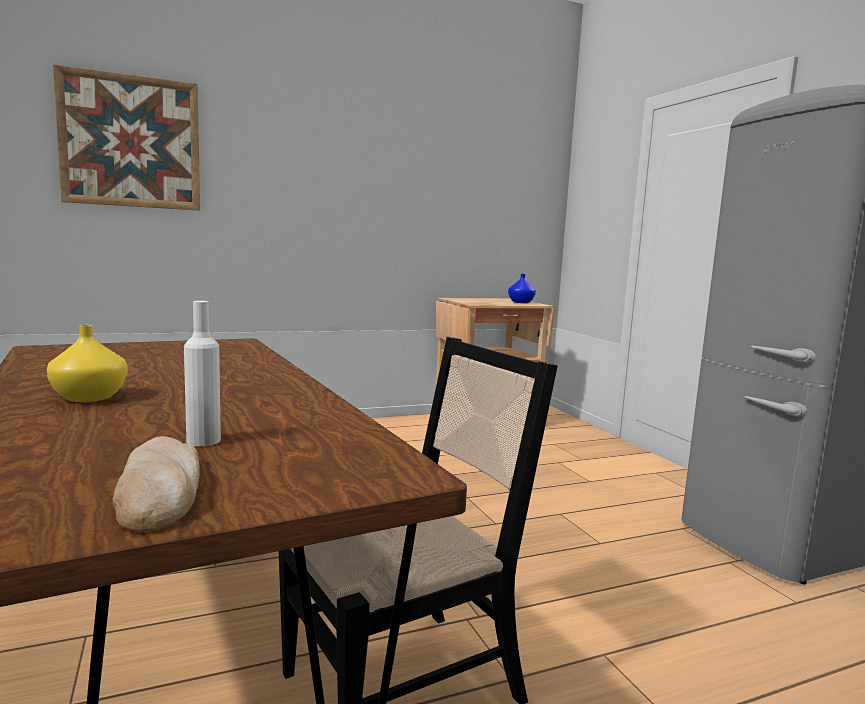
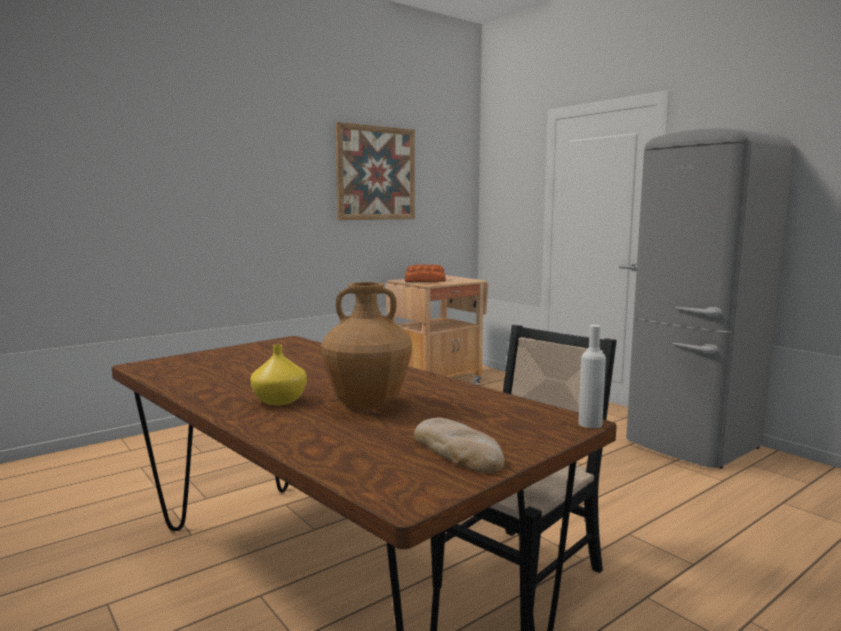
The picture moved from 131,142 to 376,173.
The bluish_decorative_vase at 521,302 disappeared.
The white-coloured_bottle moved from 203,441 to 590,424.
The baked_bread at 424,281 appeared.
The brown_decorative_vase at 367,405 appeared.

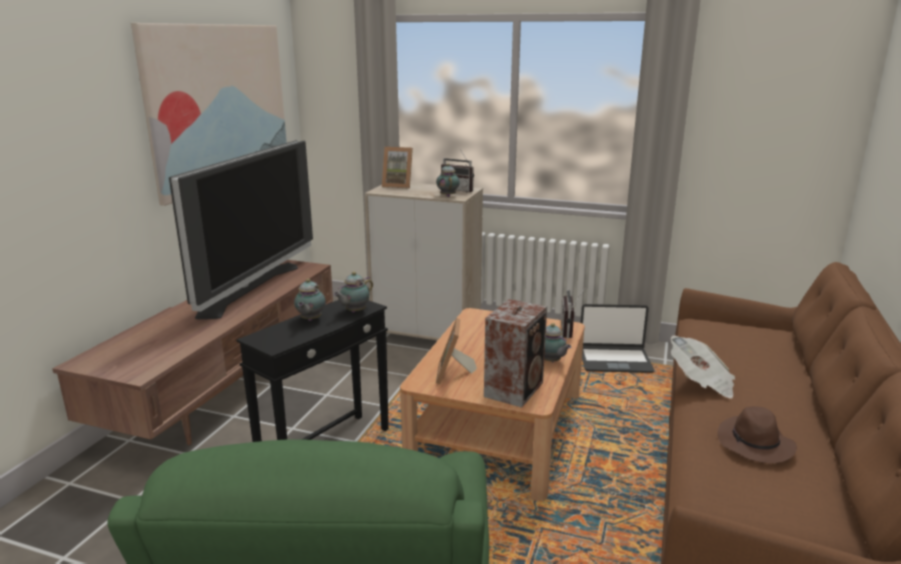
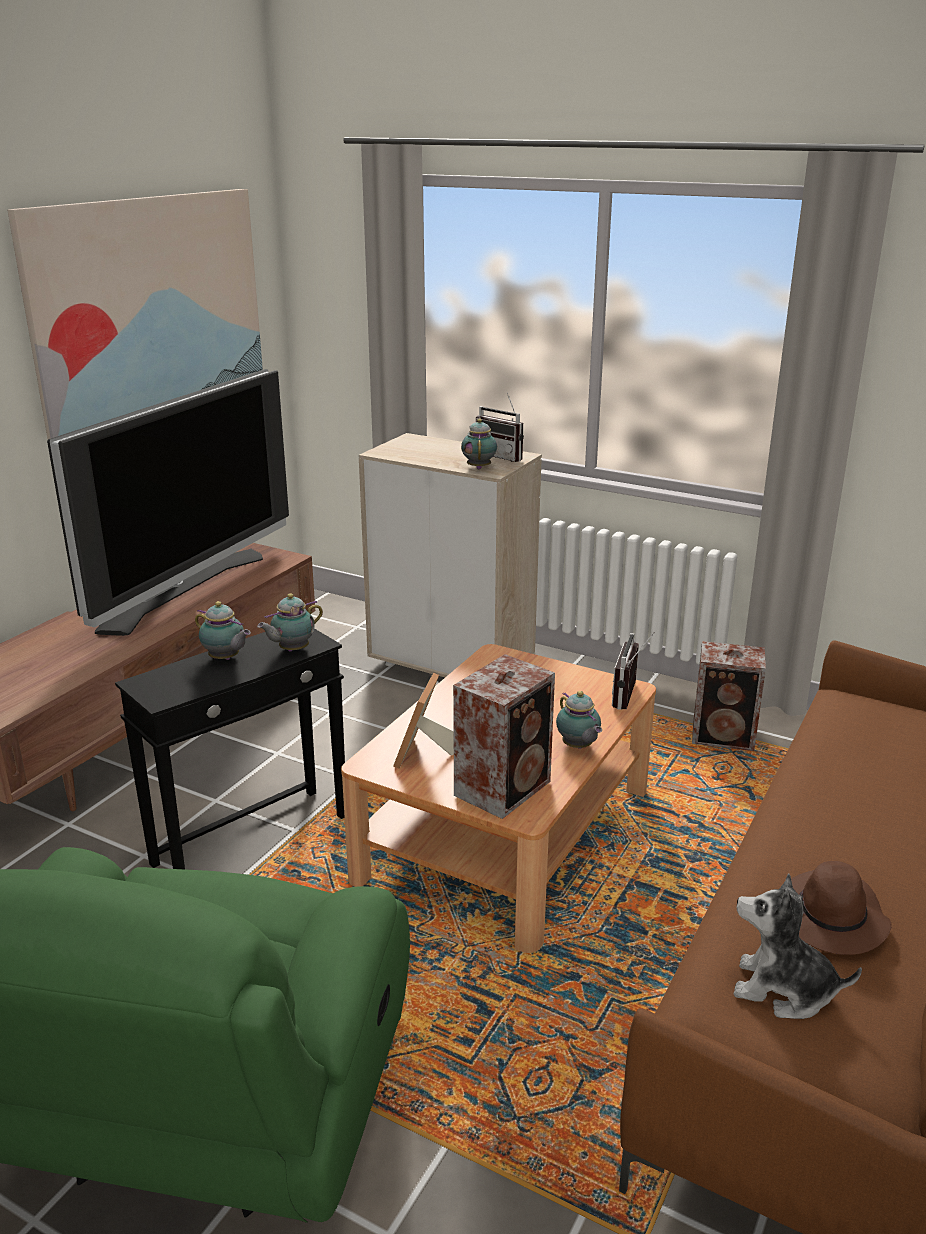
The photo_frame at 398,185 disappeared.
The tea_pot at 310,320 turned 75 degrees counterclockwise.
The notebook_computer at 614,360 was replaced by the audio_speaker at 725,738.
The printed_paper at 701,383 disappeared.
The soft_toy at 783,990 appeared.

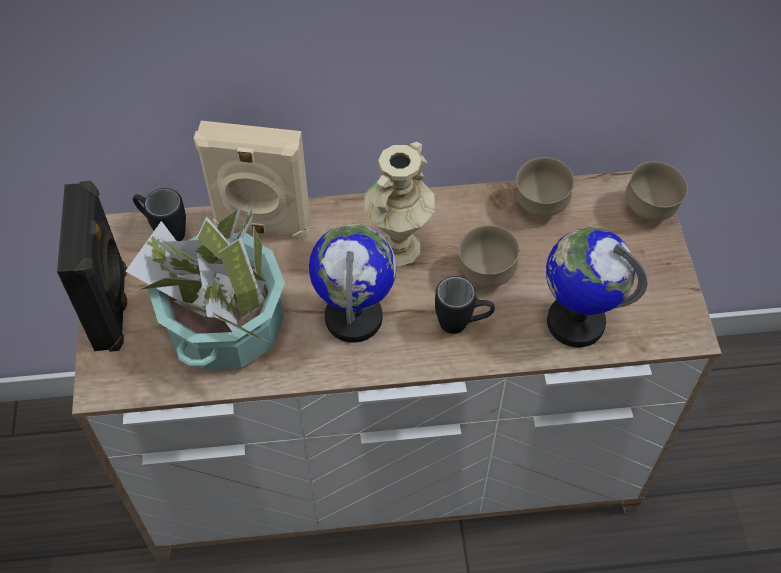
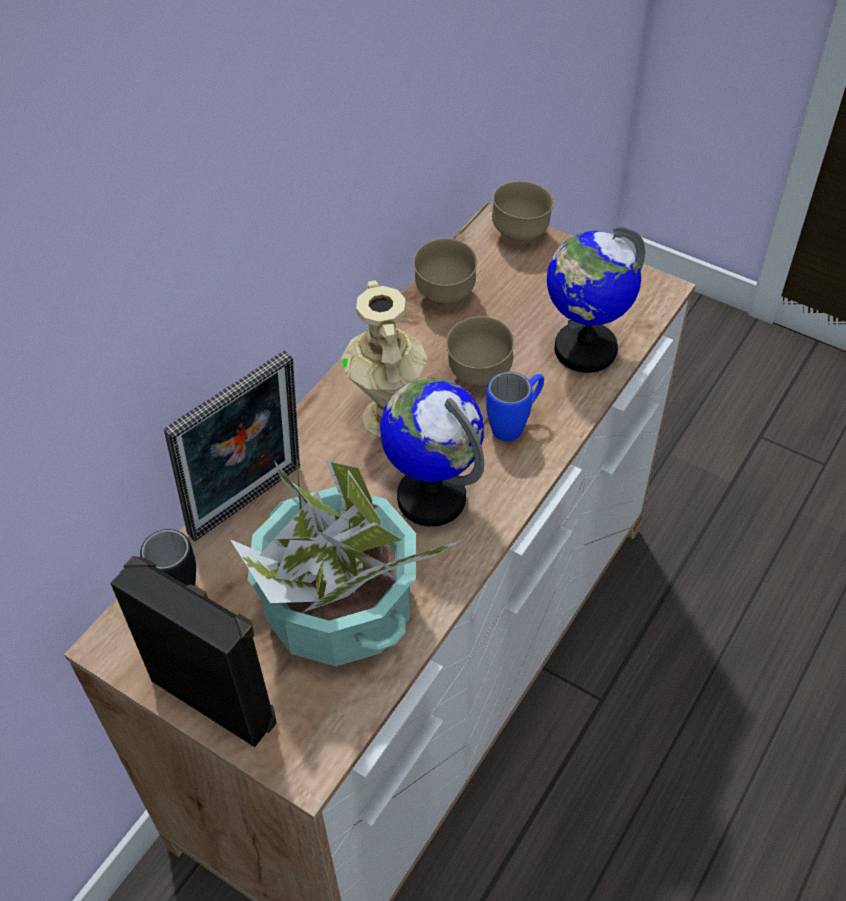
The beige-coloured_audio_speaker at 262,226 was replaced by the photo_frame at 250,505.
The blackish_coffee_mug at 462,324 became the bluish_coffee_mug at 515,424.

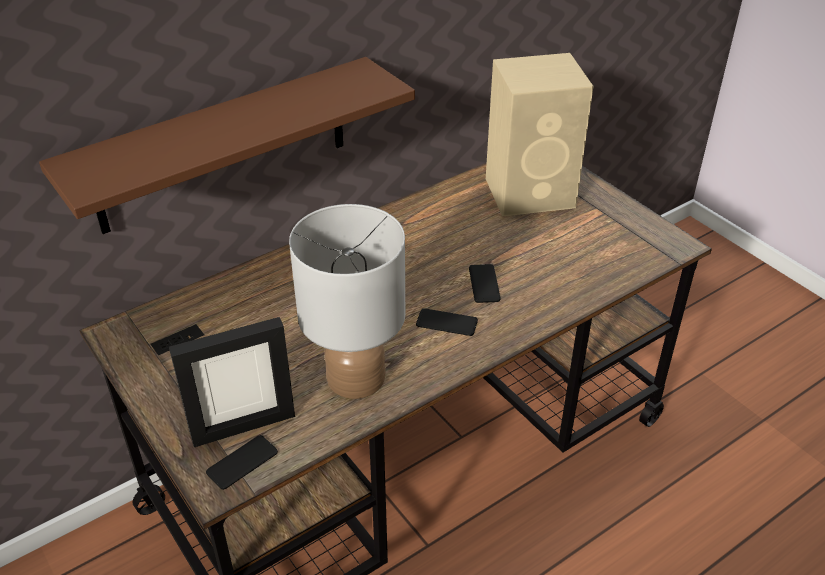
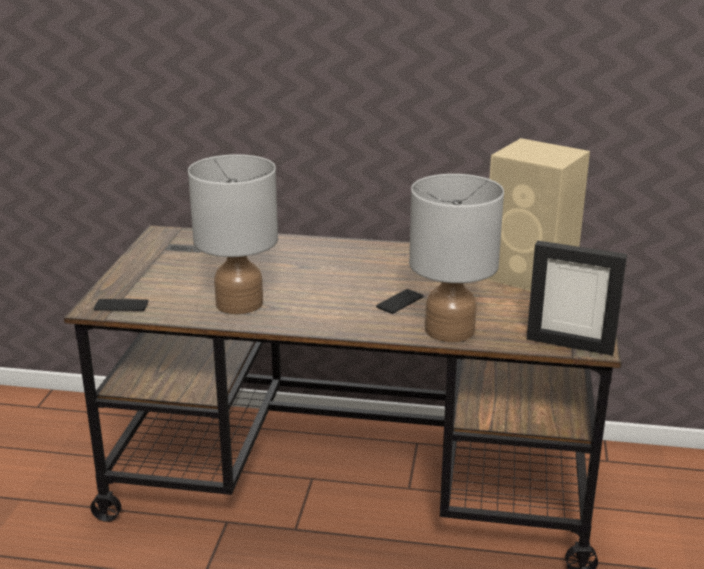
The brown_shelf at 223,146 disappeared.
The telephone at 446,323 disappeared.
The photo_frame moved from 243,425 to 570,344.
The grey_lamp_for_a_table at 449,330 appeared.

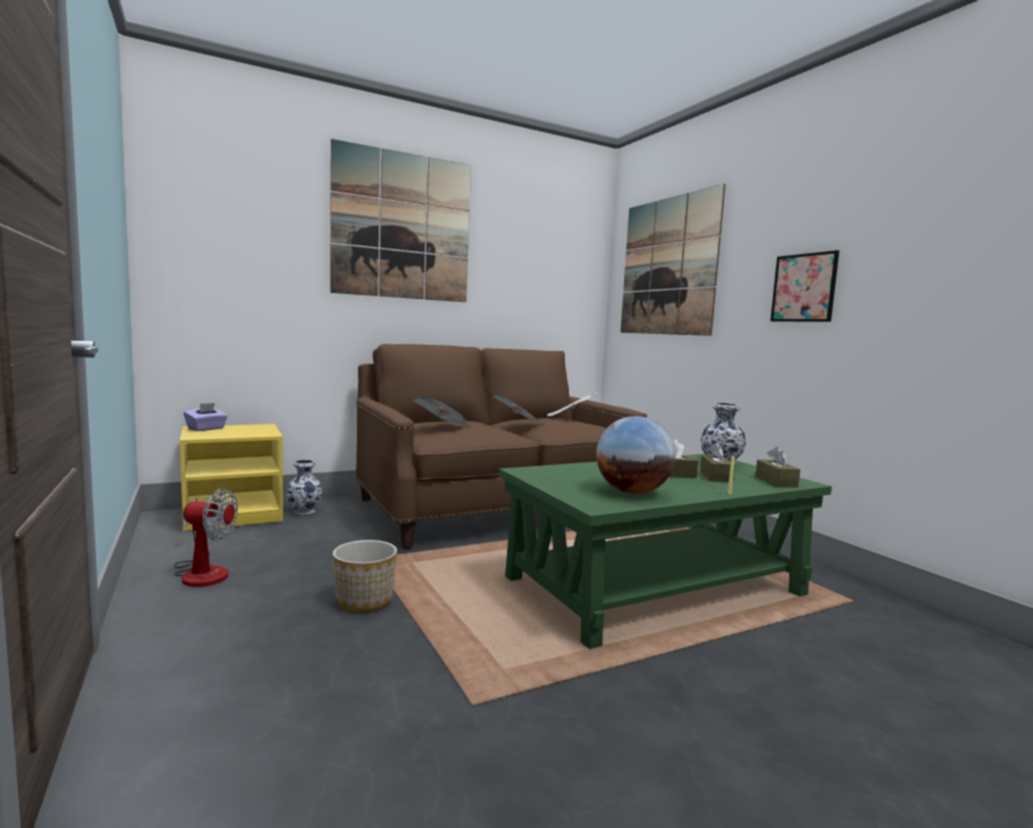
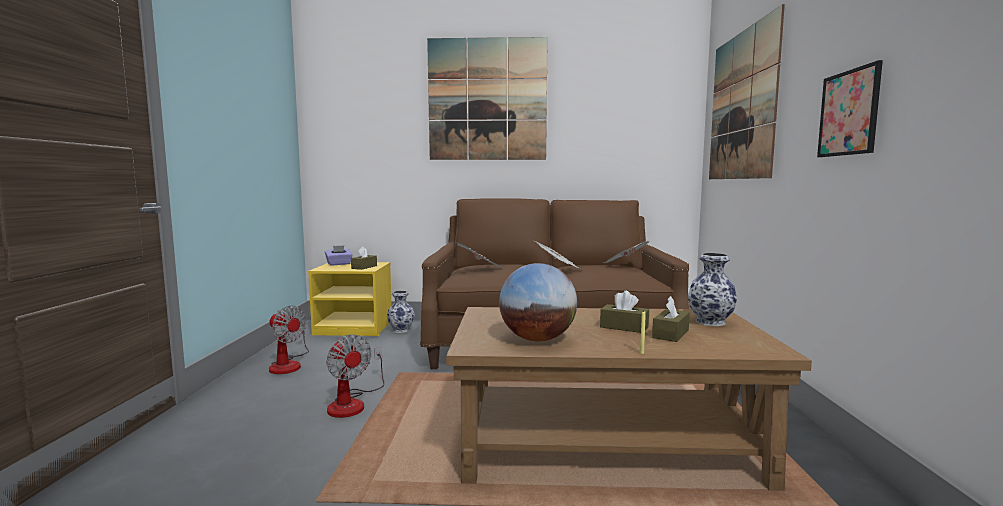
The brown_tissue_box moved from 776,482 to 364,267.
The greenish_coffee_table at 655,586 became the brown_coffee_table at 606,441.
The planter at 364,600 was replaced by the electric_fan at 352,403.

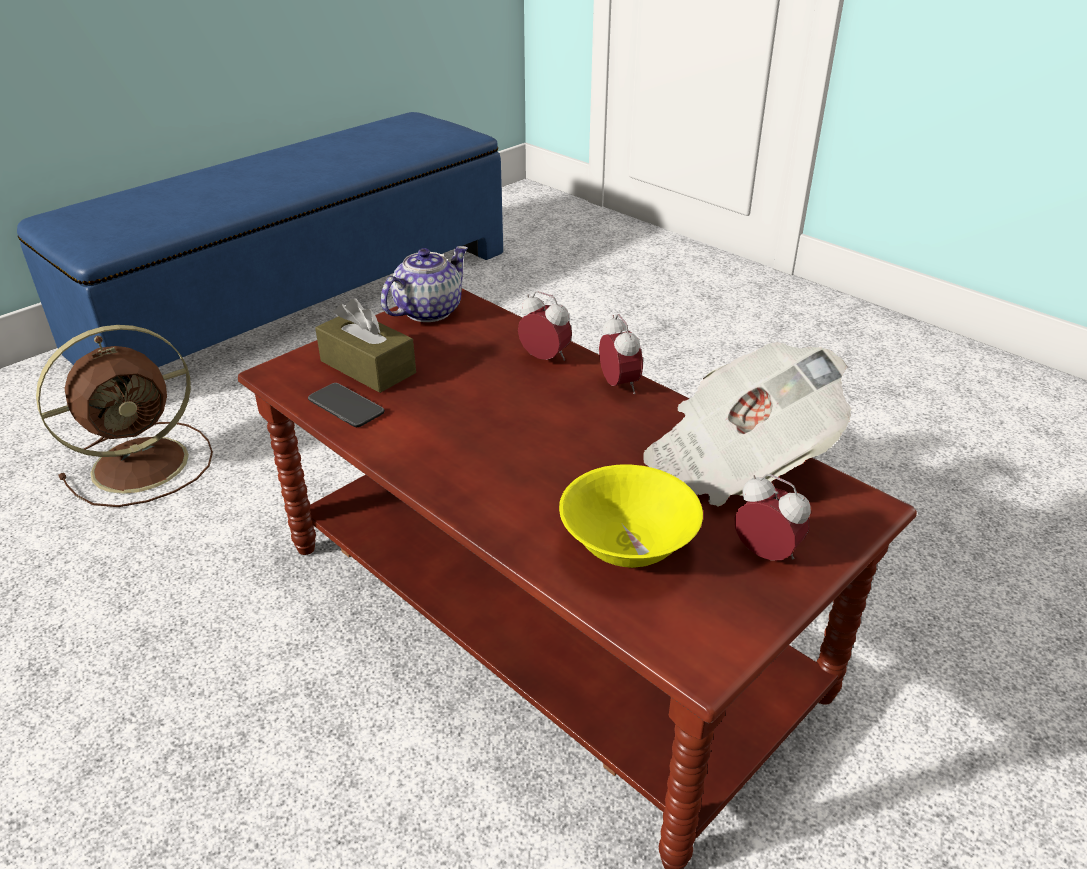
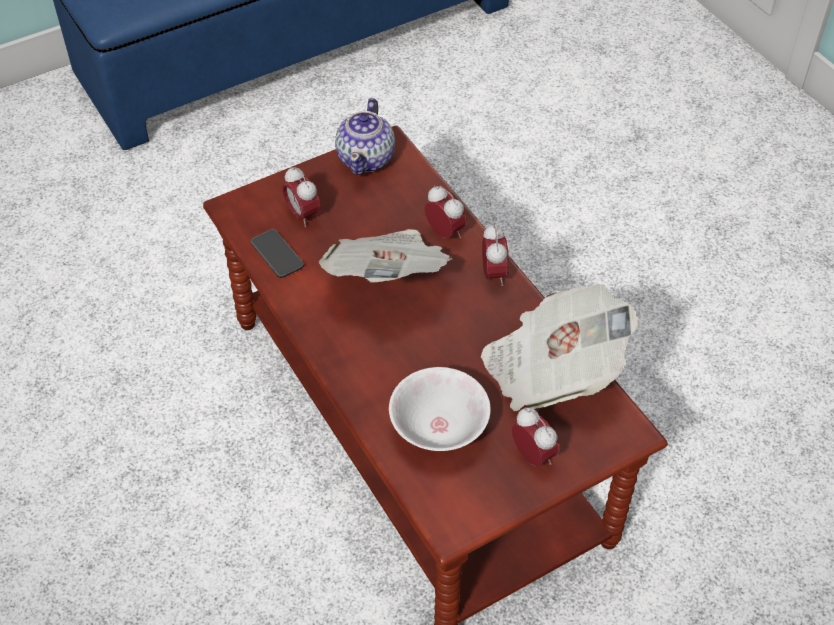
The tea_pot at 427,311 turned 135 degrees clockwise.
The brown_tissue_box at 368,367 was replaced by the alarm_clock at 303,215.
The brown_electric_fan at 145,463 disappeared.
The yellow_serving_bowl at 627,547 became the white-coloured_serving_bowl at 438,429.
The printed_paper at 387,278 appeared.

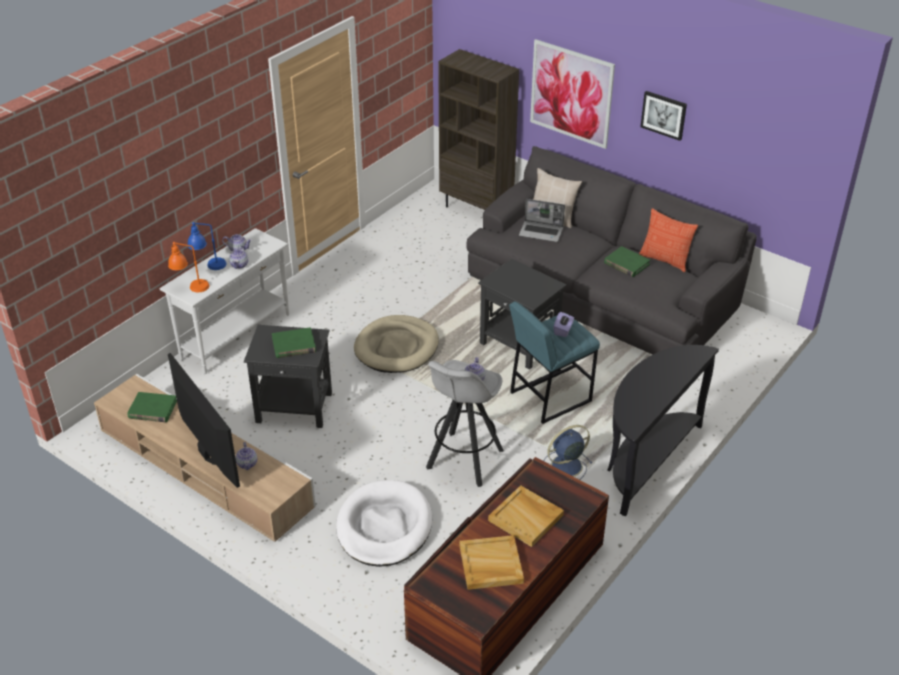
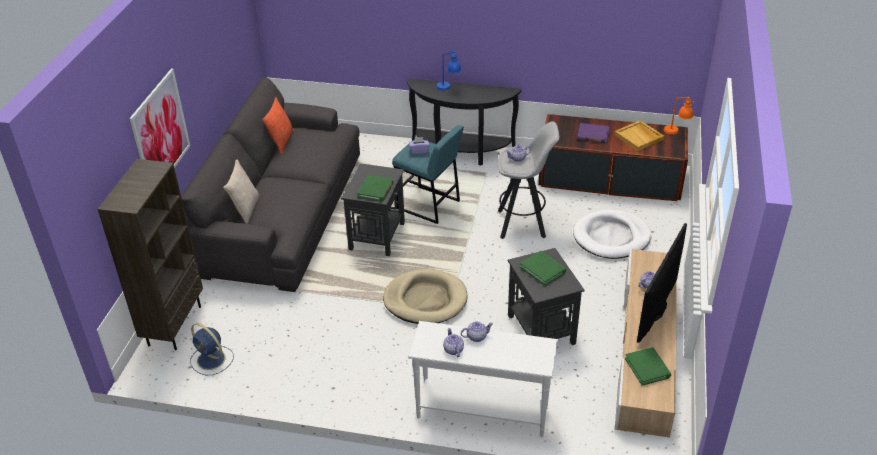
The picture at 664,115 disappeared.
The notebook_computer at 541,232 disappeared.
The bluish_lamp_for_a_table moved from 209,267 to 449,88.
The orangey_lamp_for_a_table moved from 191,288 to 676,132.
The greenish_bound_book moved from 626,264 to 376,190.
The bluish_electric_fan moved from 565,466 to 212,360.
The beige-coloured_carrying_tray at 526,518 was replaced by the purple-coloured_bound_book at 593,135.

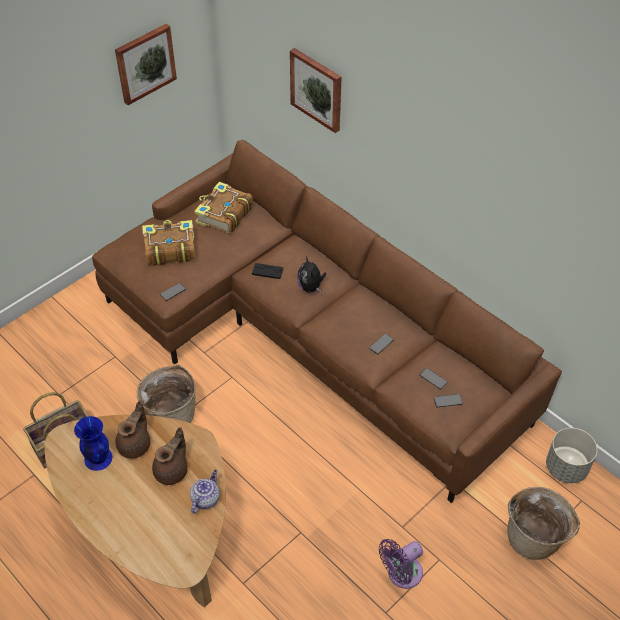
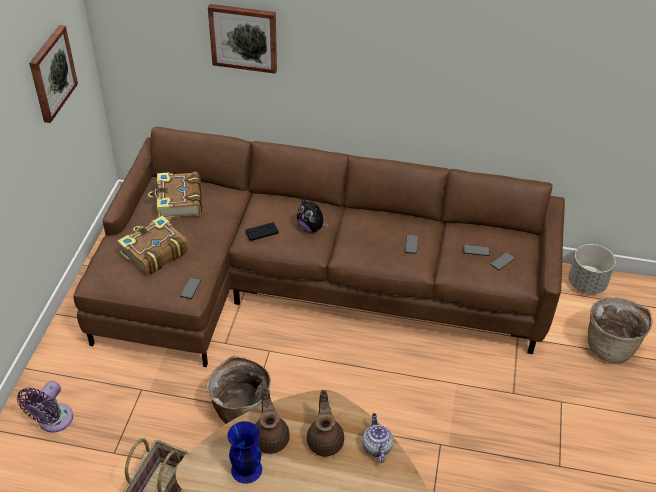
The purple-coloured_electric_fan moved from 401,574 to 53,421.

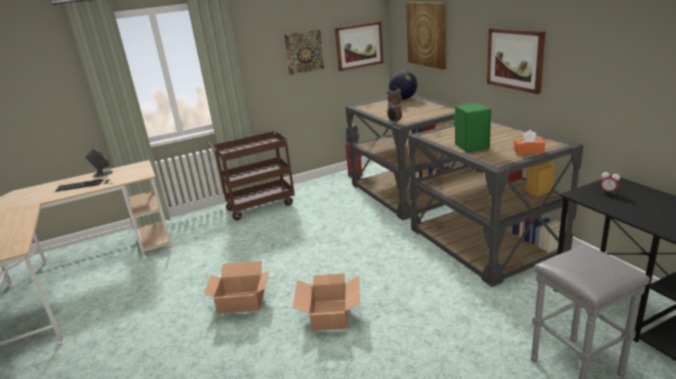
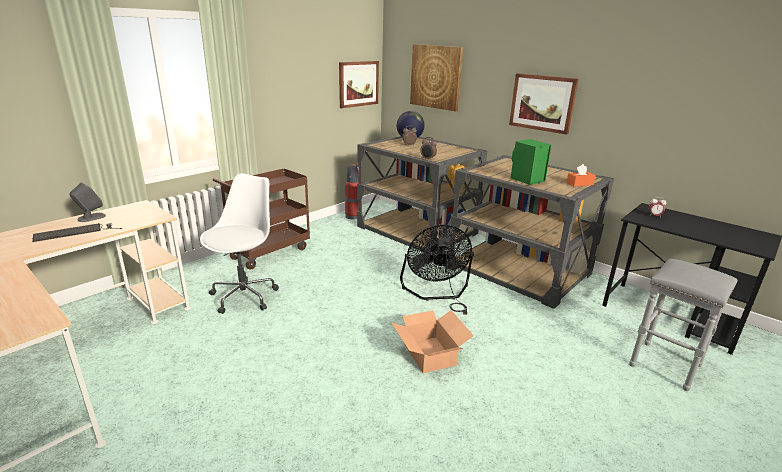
The picture at 304,52 disappeared.
The cardboard_box at 242,302 disappeared.
The white-coloured_office_chair at 245,296 appeared.
The blackish_electric_fan at 440,294 appeared.

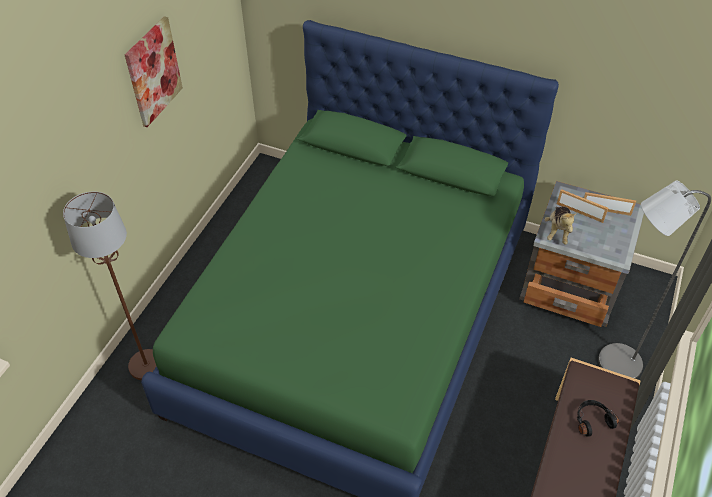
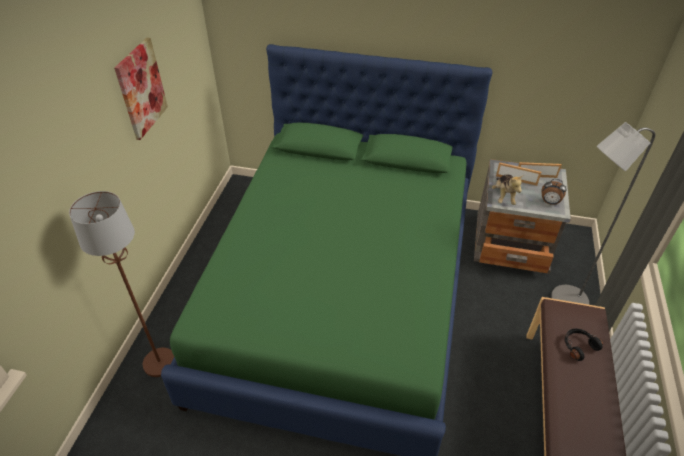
The alarm_clock at 549,202 appeared.

